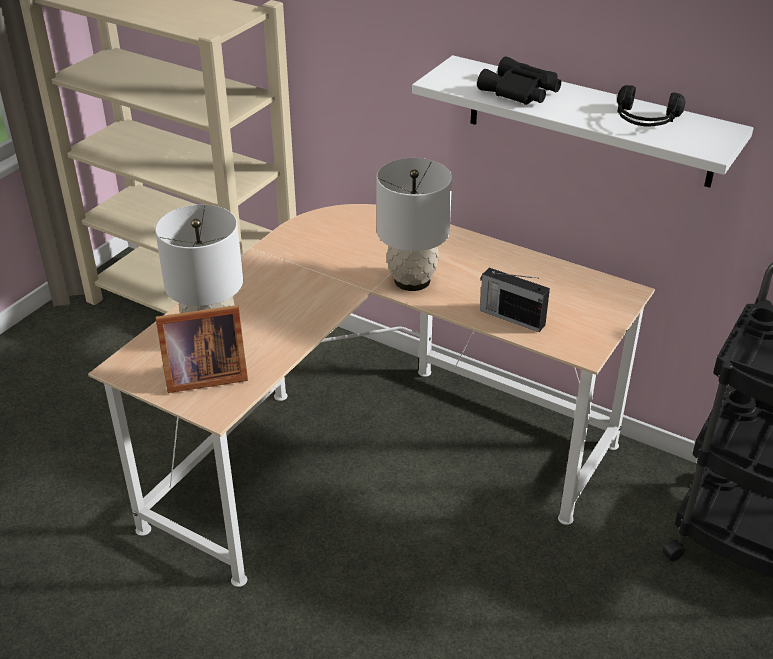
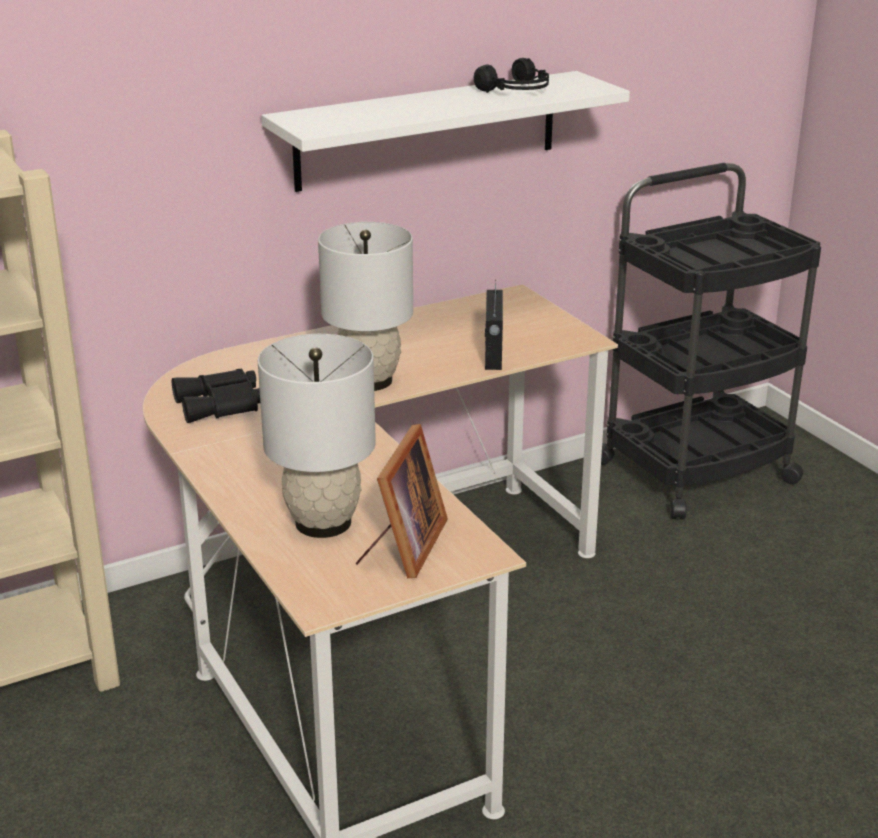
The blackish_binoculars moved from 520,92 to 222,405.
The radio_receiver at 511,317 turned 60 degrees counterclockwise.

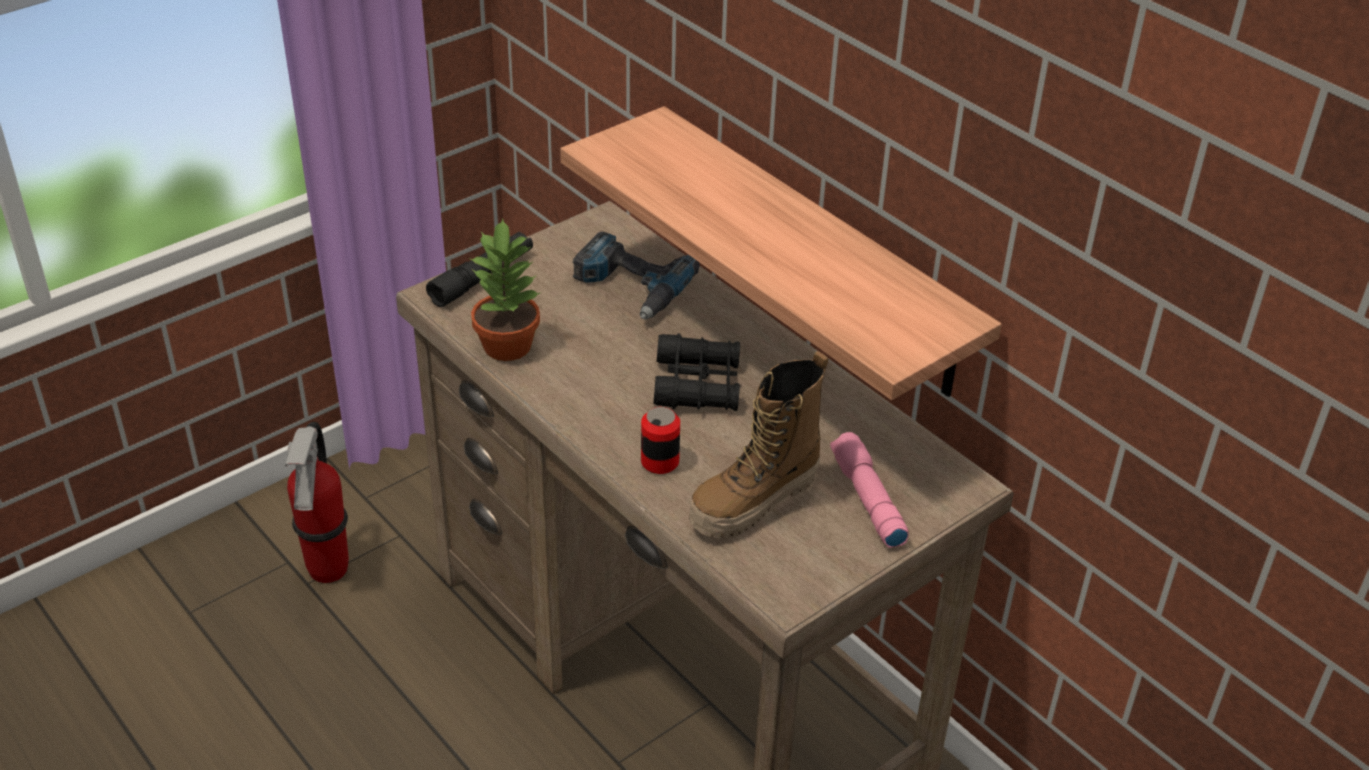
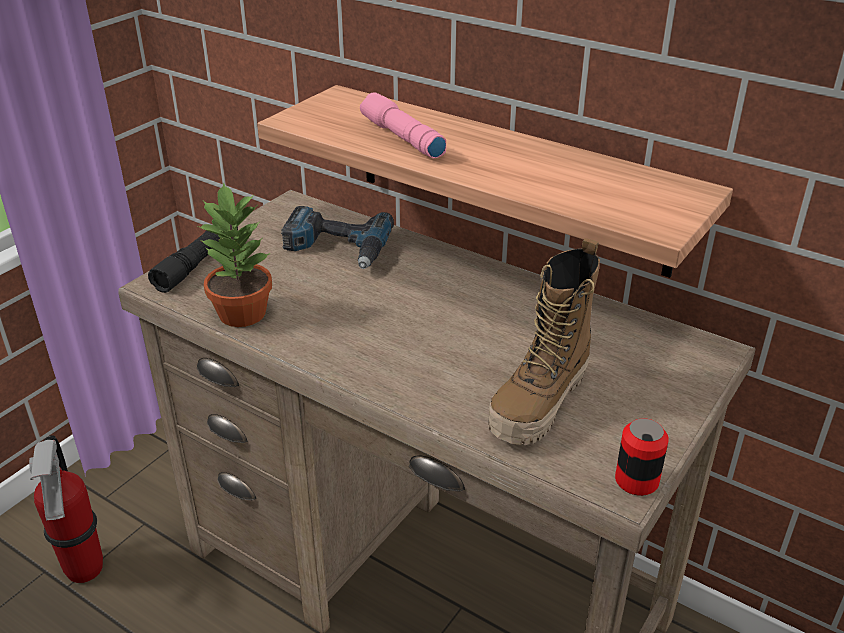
The blackish_binoculars at 697,384 disappeared.
The can moved from 660,462 to 636,481.
The pink_flashlight moved from 866,499 to 401,138.

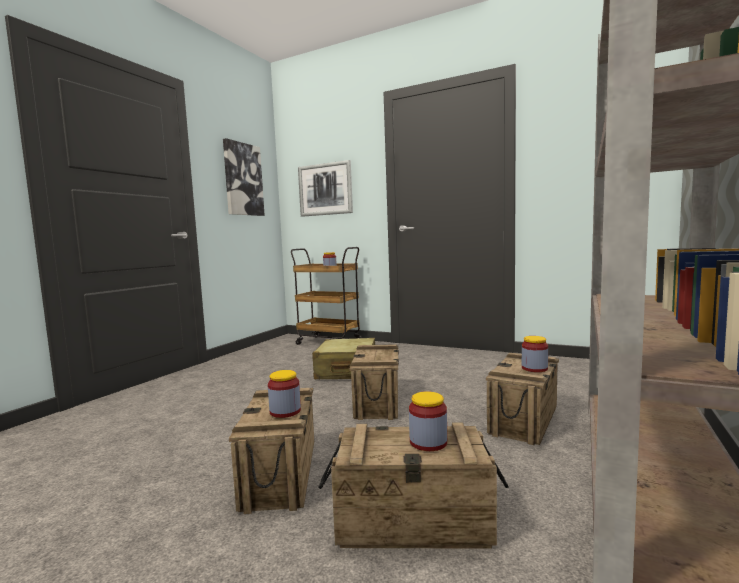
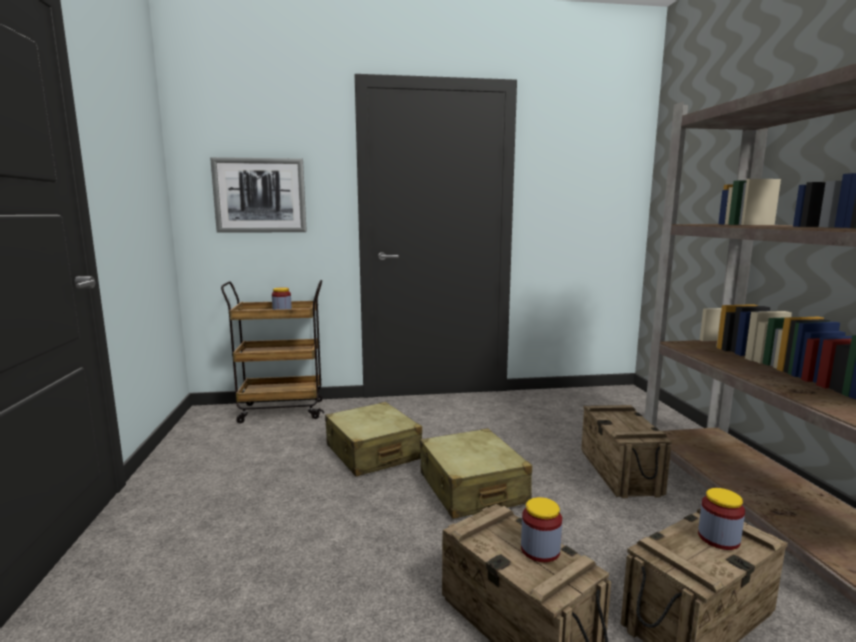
The picture at 243,179 disappeared.
The preserve_jar at 534,368 disappeared.
The packing_crate at 378,402 was replaced by the beige-coloured_travel_case at 472,488.

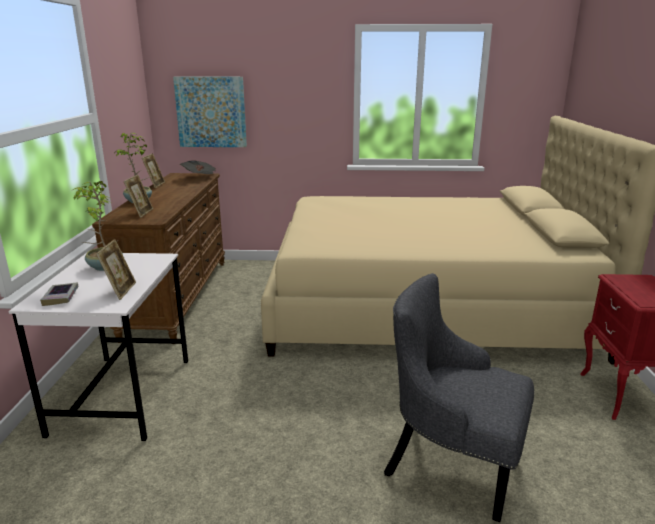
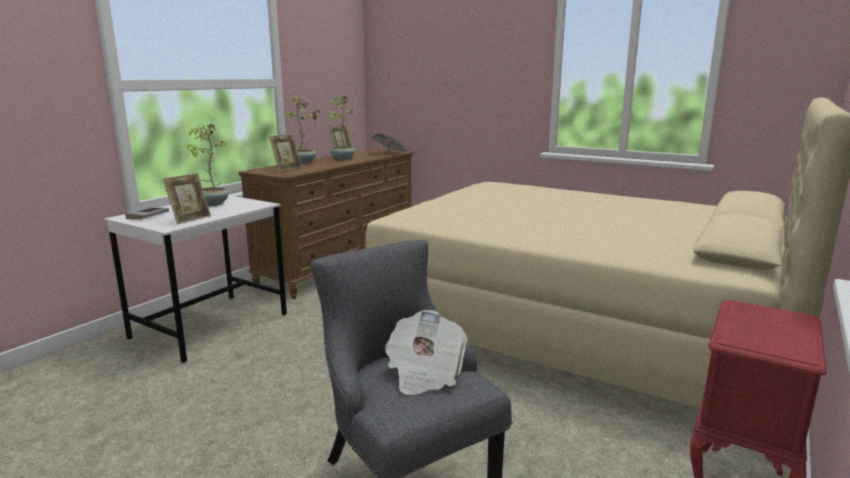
The picture at 211,112 disappeared.
The plant_in_a_pot at 342,159 appeared.
The printed_paper at 424,373 appeared.

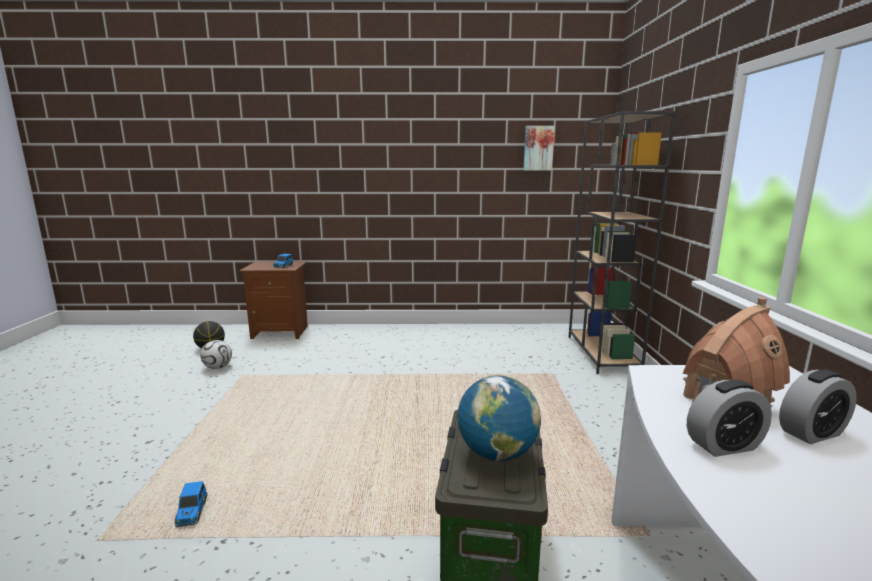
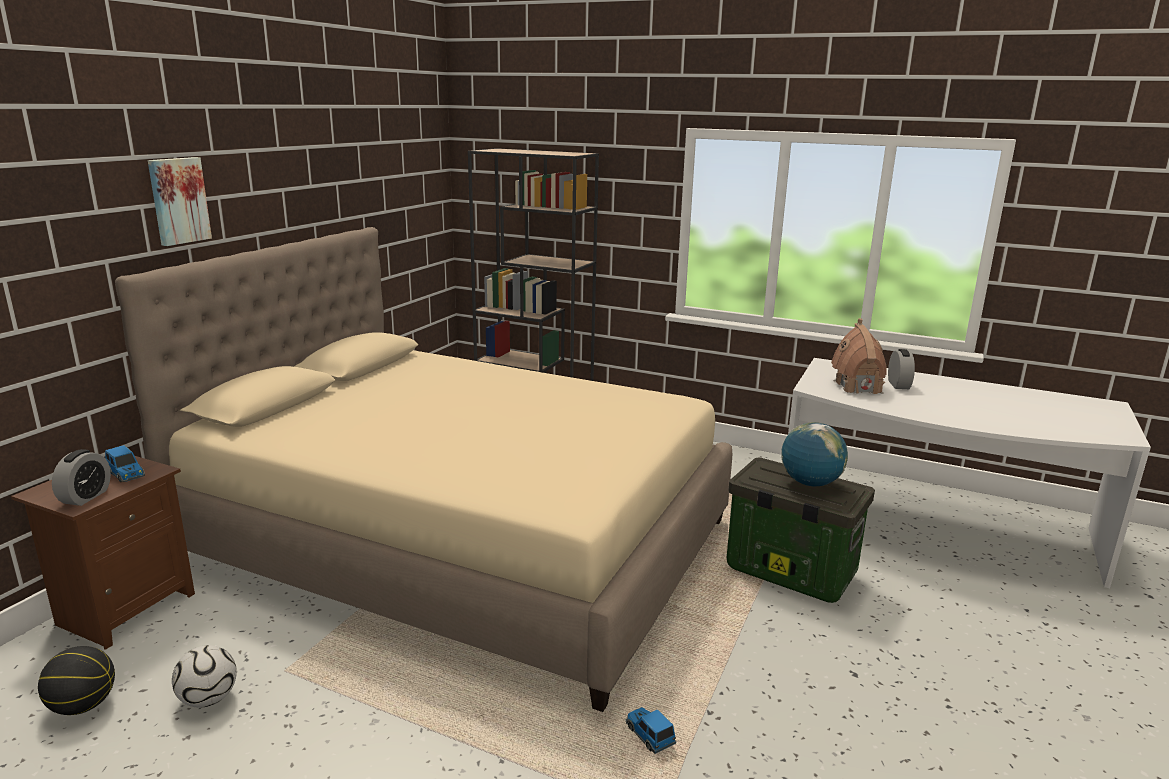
The picture moved from 538,148 to 178,200.
The alarm_clock moved from 723,446 to 86,497.
The miniature_car at 192,513 turned 135 degrees counterclockwise.
The beige-coloured_sleeping_bed at 460,539 appeared.

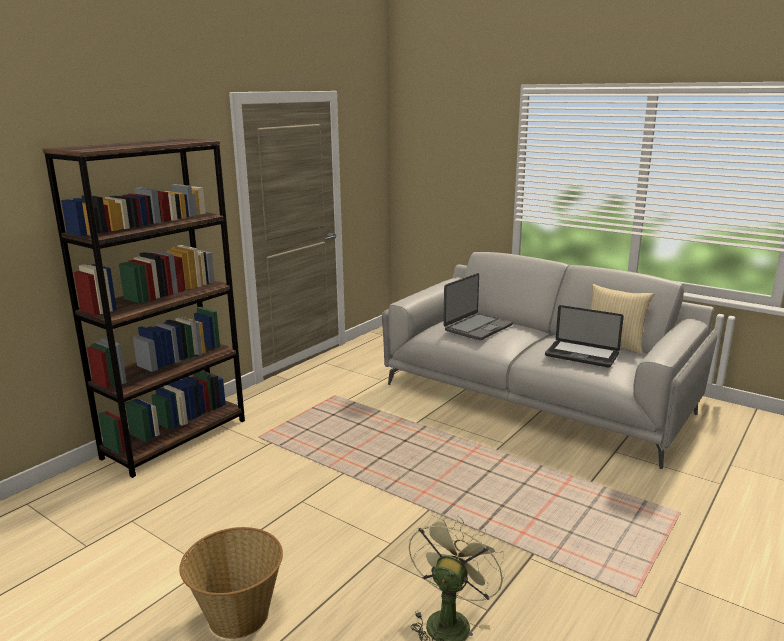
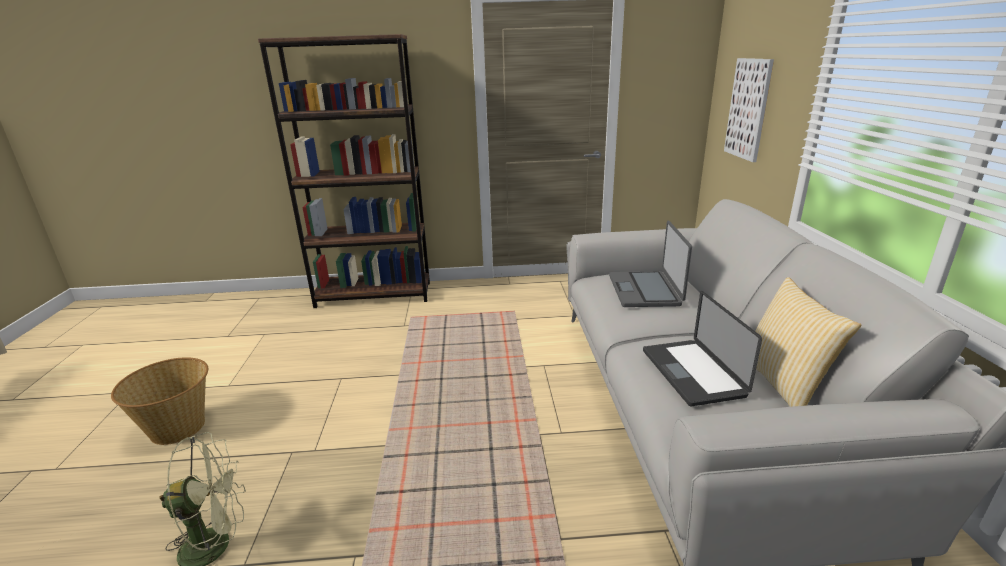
The notebook_computer at 477,327 turned 90 degrees clockwise.
The picture at 748,109 appeared.

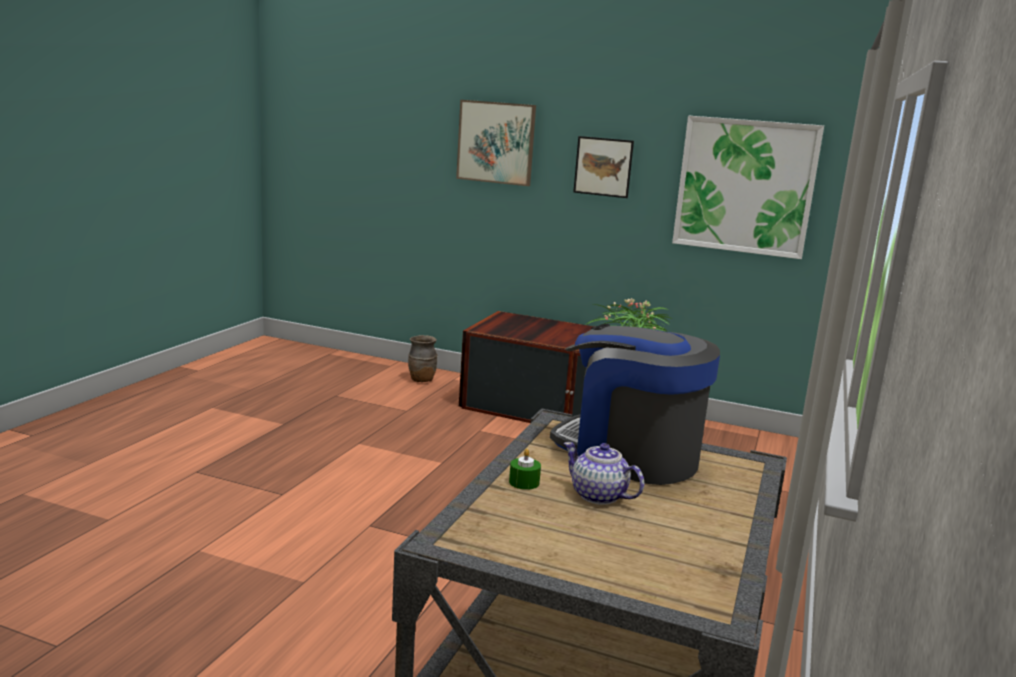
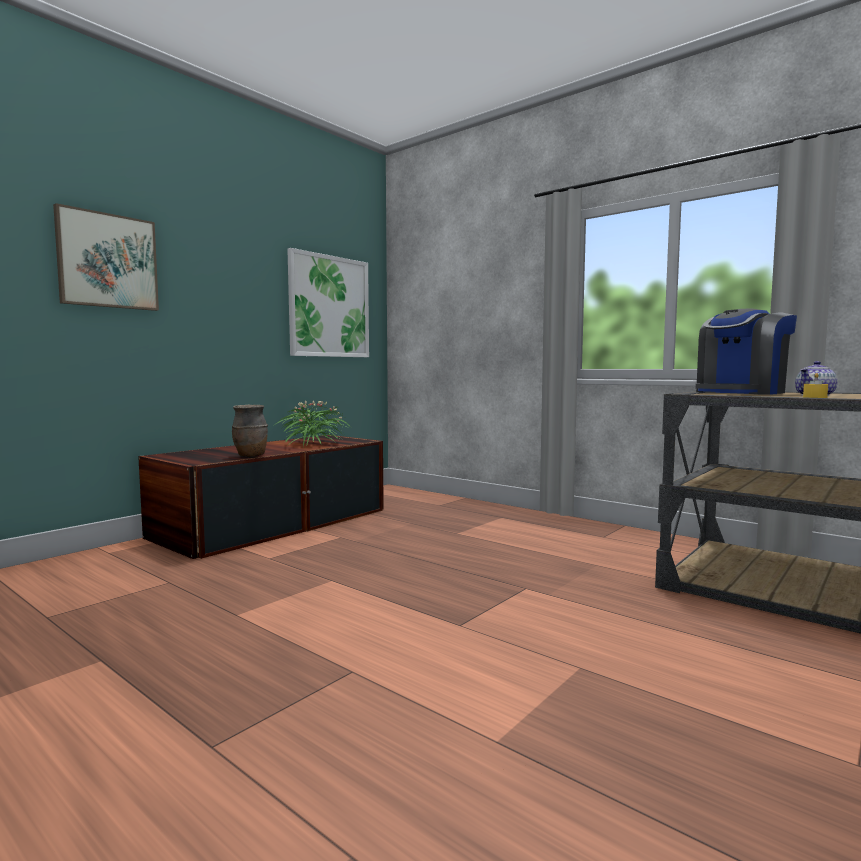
The picture at 603,167 disappeared.
The brown_decorative_vase moved from 421,380 to 251,456.
The greenish_wax_candle at 524,482 became the yellow_wax_candle at 815,397.

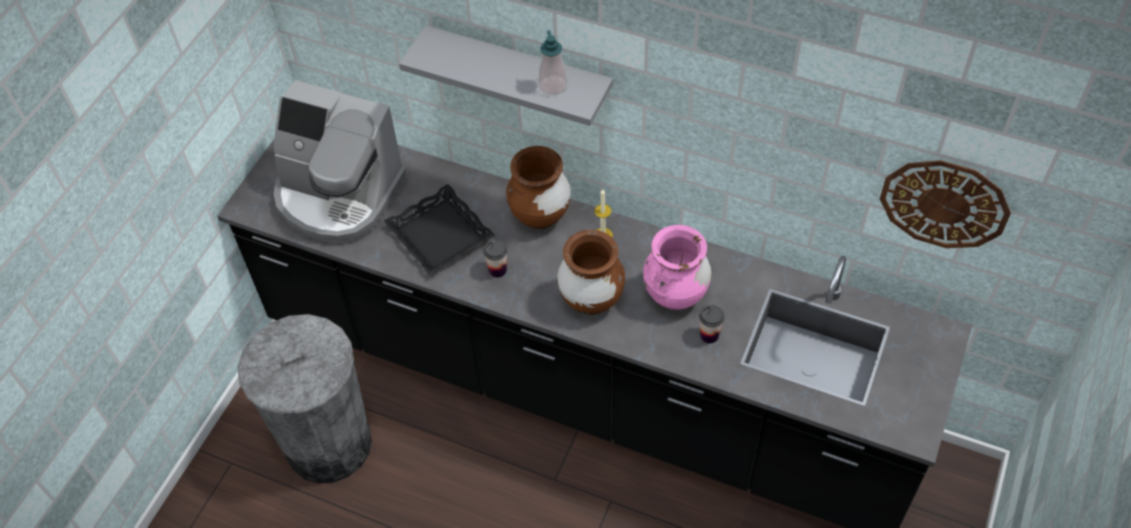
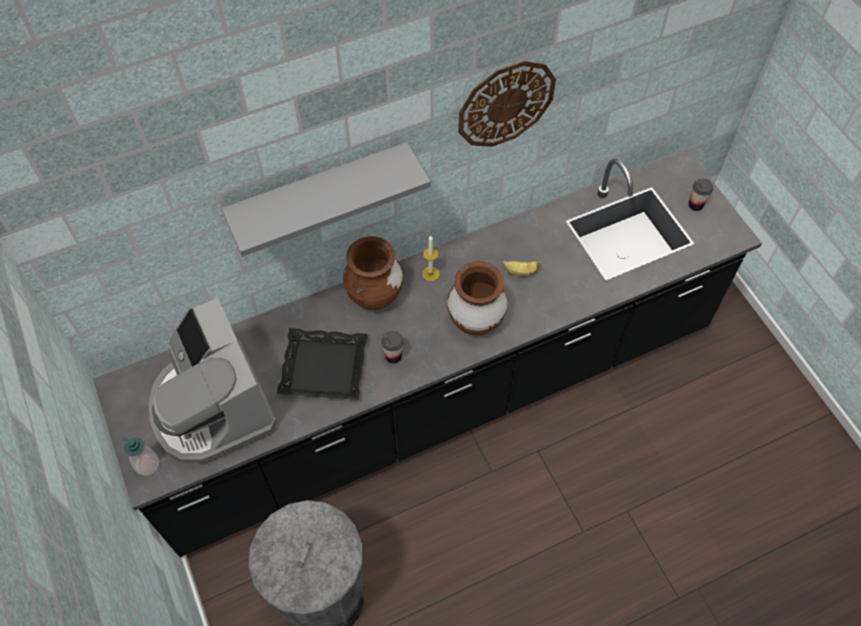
The soap_dispenser moved from 553,86 to 147,464.
The coffee_maker at 338,195 turned 90 degrees clockwise.
The wall_clock moved from 944,203 to 506,104.
The pink_decorative_vase at 675,295 was replaced by the whole_banana at 520,272.
The drinking_cup moved from 709,335 to 695,205.

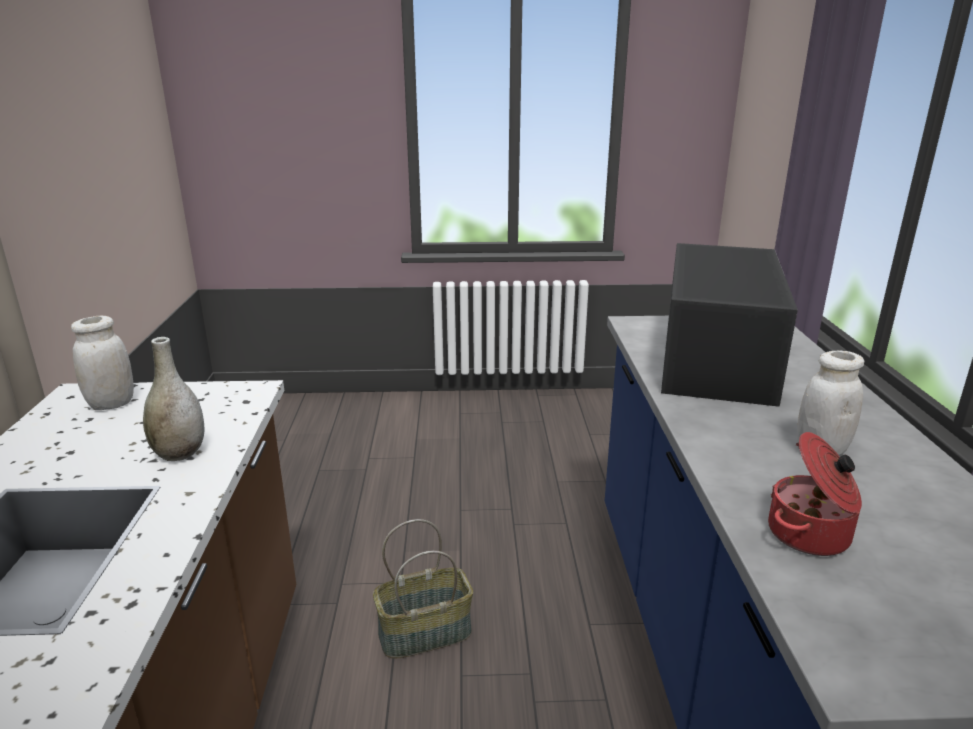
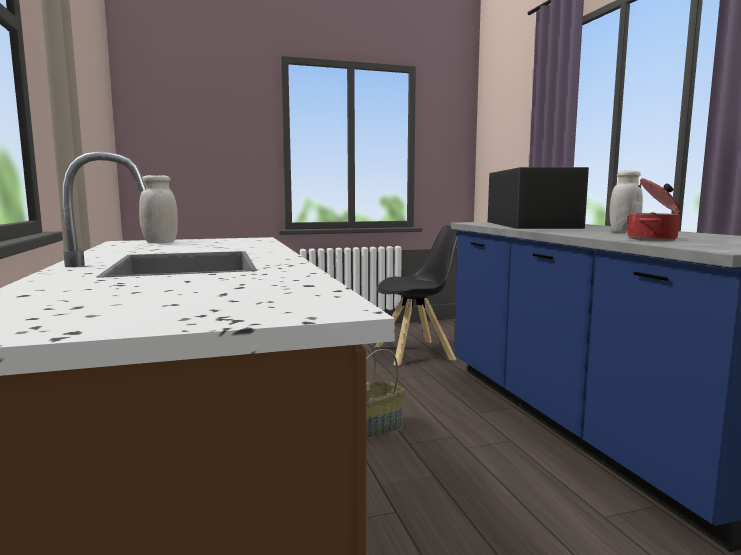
The grey_decorative_vase at 180,453 disappeared.
The blackish_upright_chair at 416,353 appeared.

